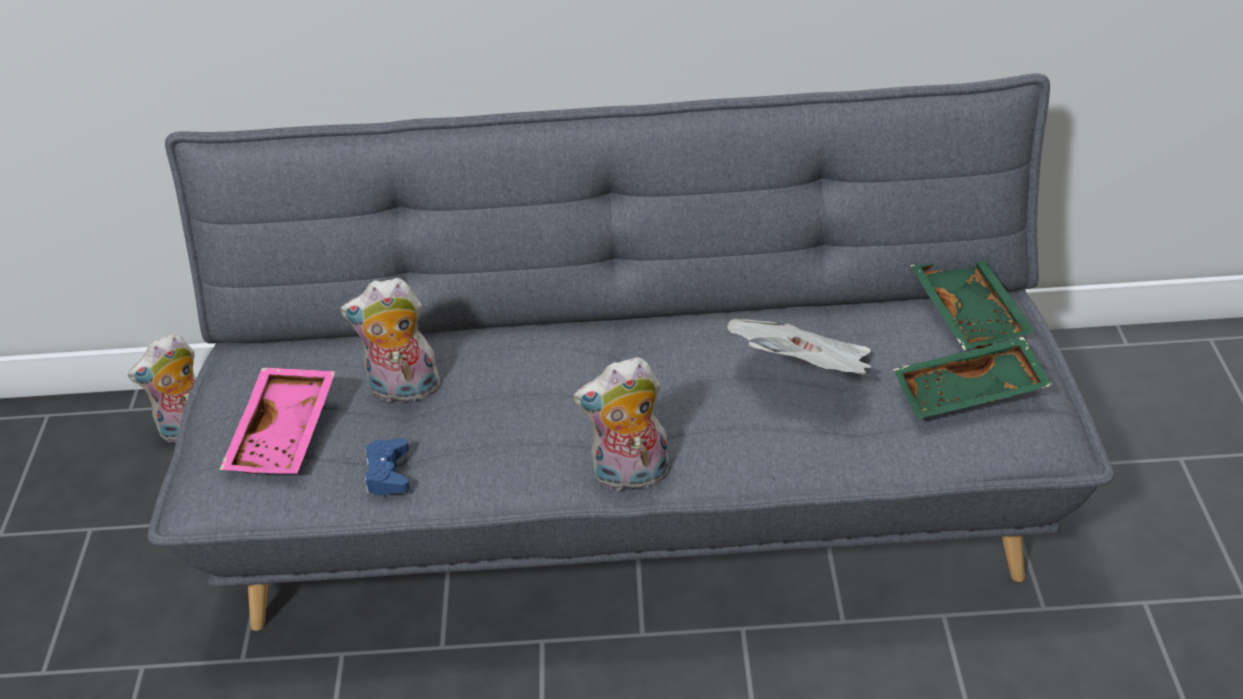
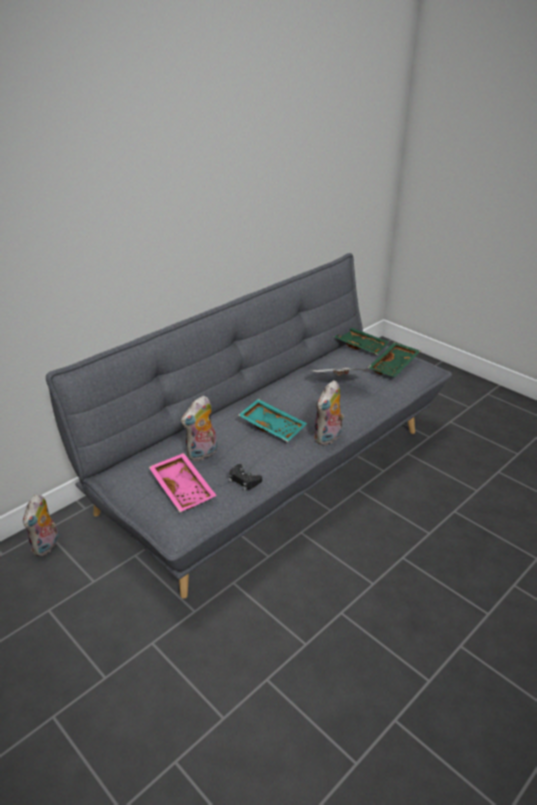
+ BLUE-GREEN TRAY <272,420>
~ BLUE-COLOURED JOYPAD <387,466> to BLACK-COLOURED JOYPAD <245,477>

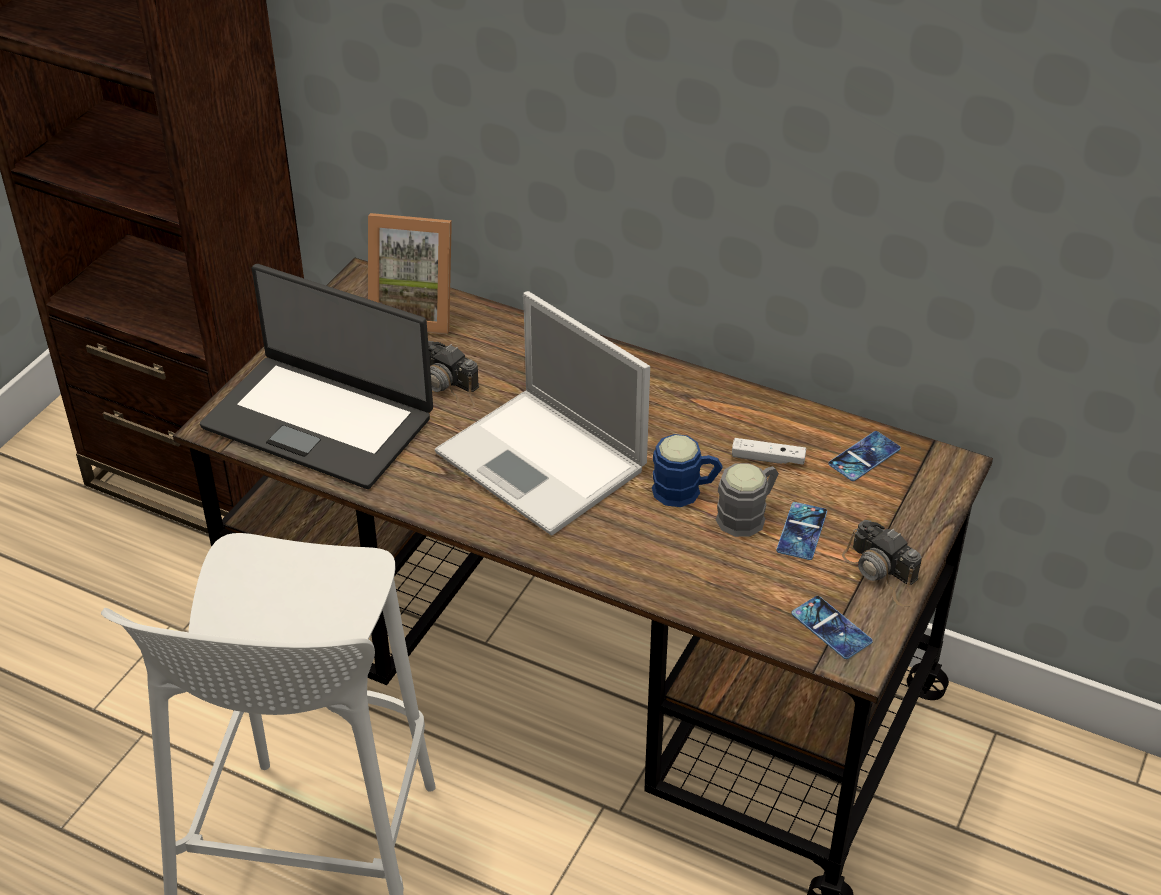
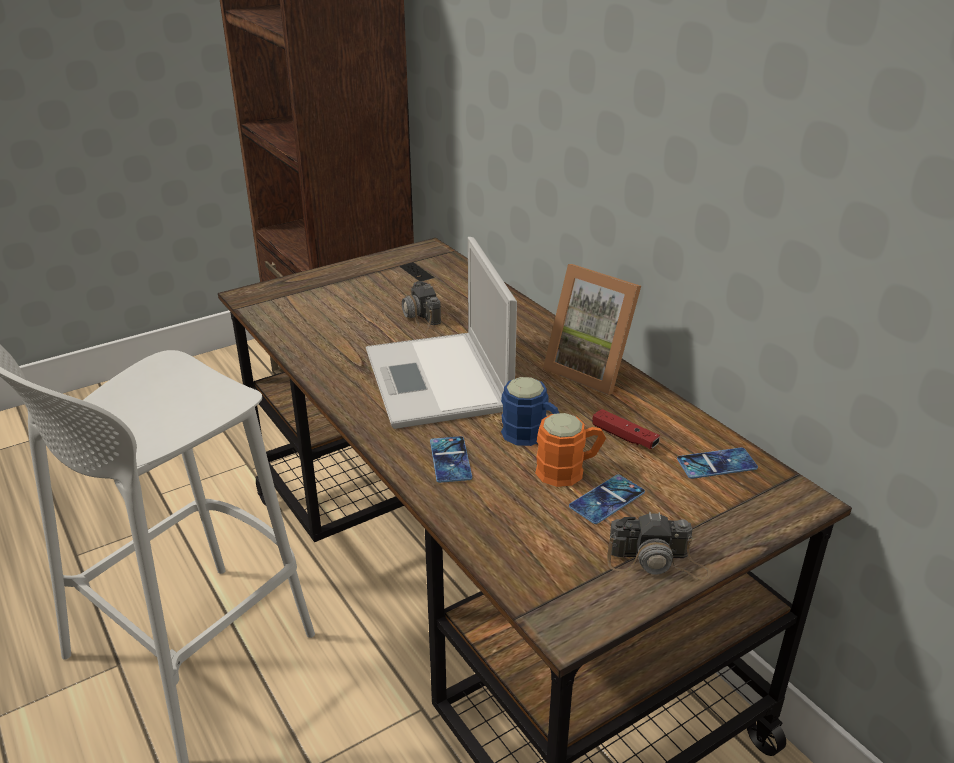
- NOTEBOOK COMPUTER <316,376>
~ PICTURE FRAME <410,273> to <592,329>
~ PHONE <832,627> to <451,459>
~ GREY MUG <747,500> to ORANGEY MUG <570,450>
~ WHITE-COLOURED JOYPAD <769,451> to RED JOYPAD <626,429>
~ PHOTO CAMERA <882,563> = <659,546> 75 degrees counterclockwise

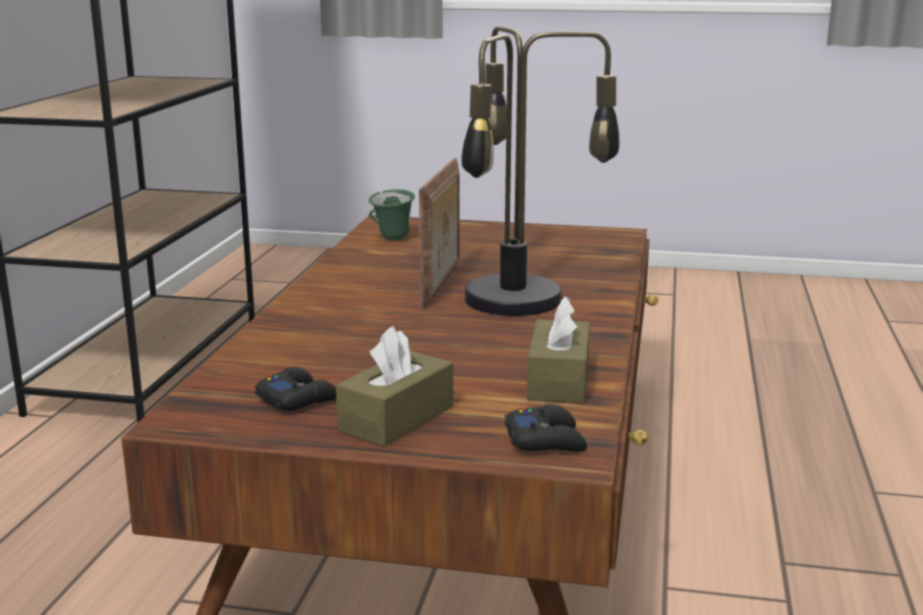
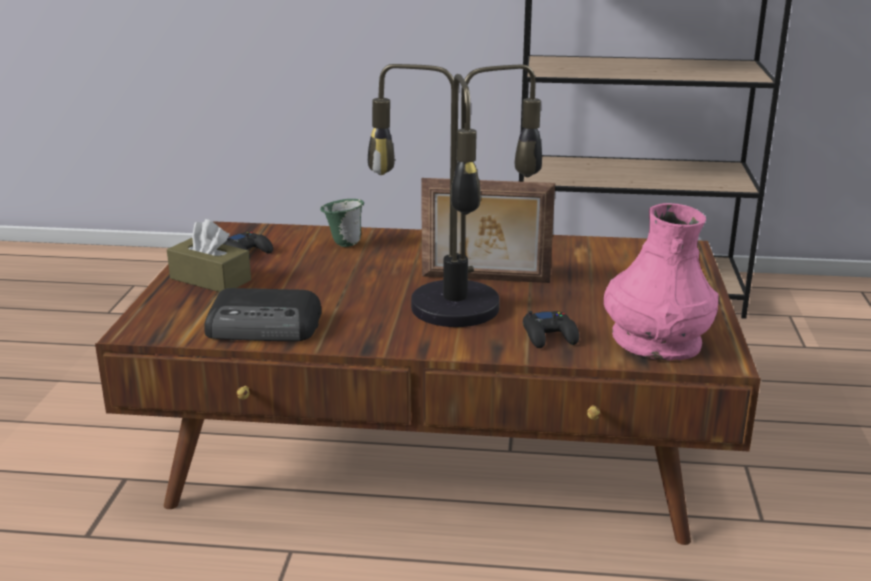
+ PINKISH FLOWER VASE <661,282>
~ GREEN-COLOURED MUG <392,215> to <342,223>
~ BLACK-COLOURED JOYPAD <545,427> to <551,329>
~ BROWN-COLOURED TISSUE BOX <558,349> to RADIO <263,314>

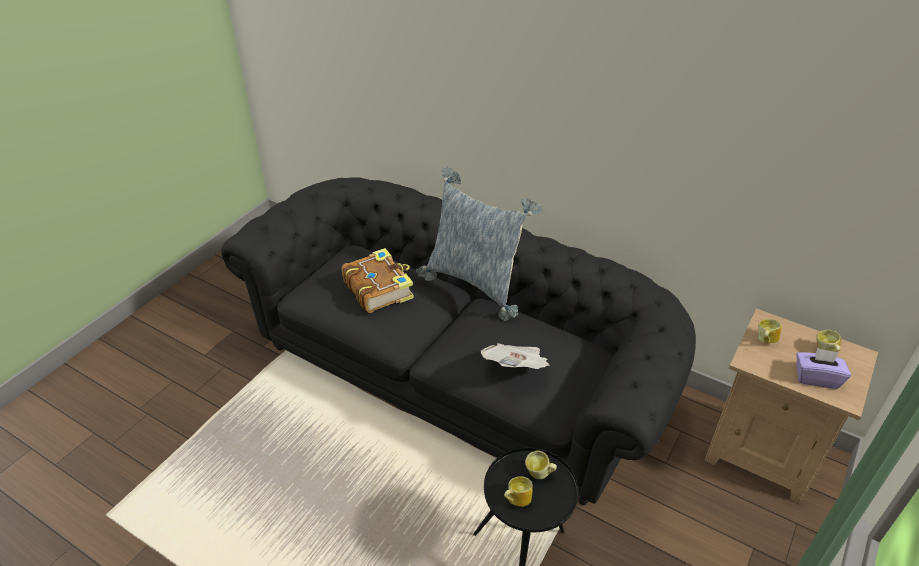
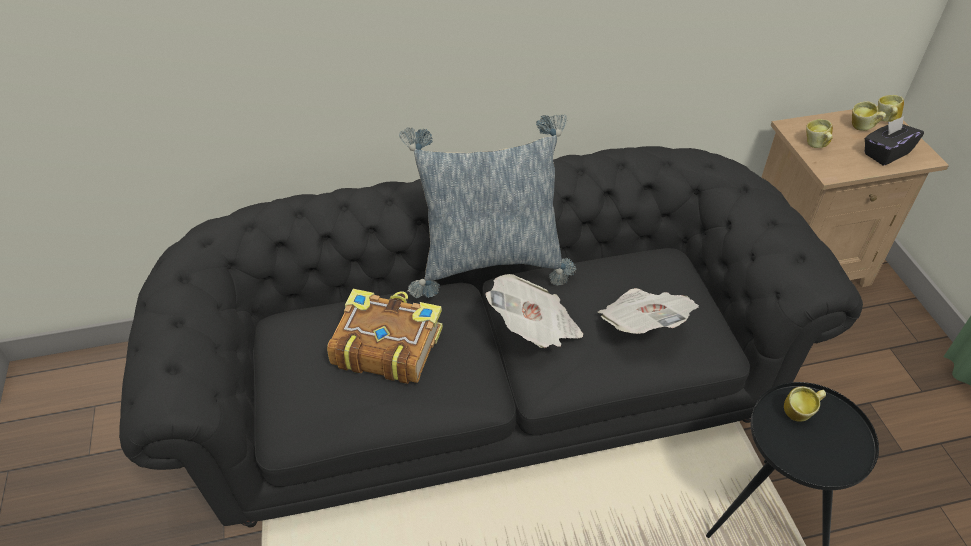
+ DAILY PAPER <534,311>
~ MUG <518,491> to <891,108>
~ PURPLE TISSUE BOX <823,368> to BLACK-COLOURED TISSUE BOX <894,141>

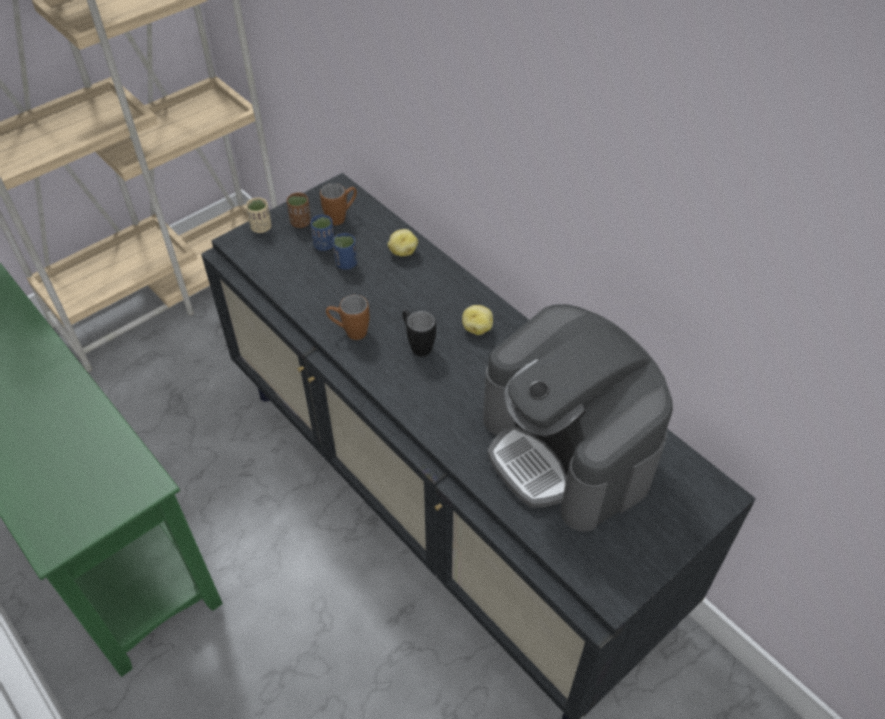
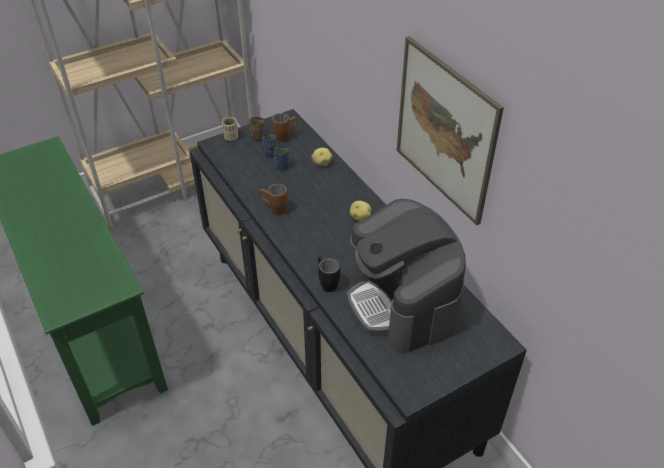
+ PICTURE <450,130>
~ BLACK-COLOURED MUG <419,333> to <329,274>

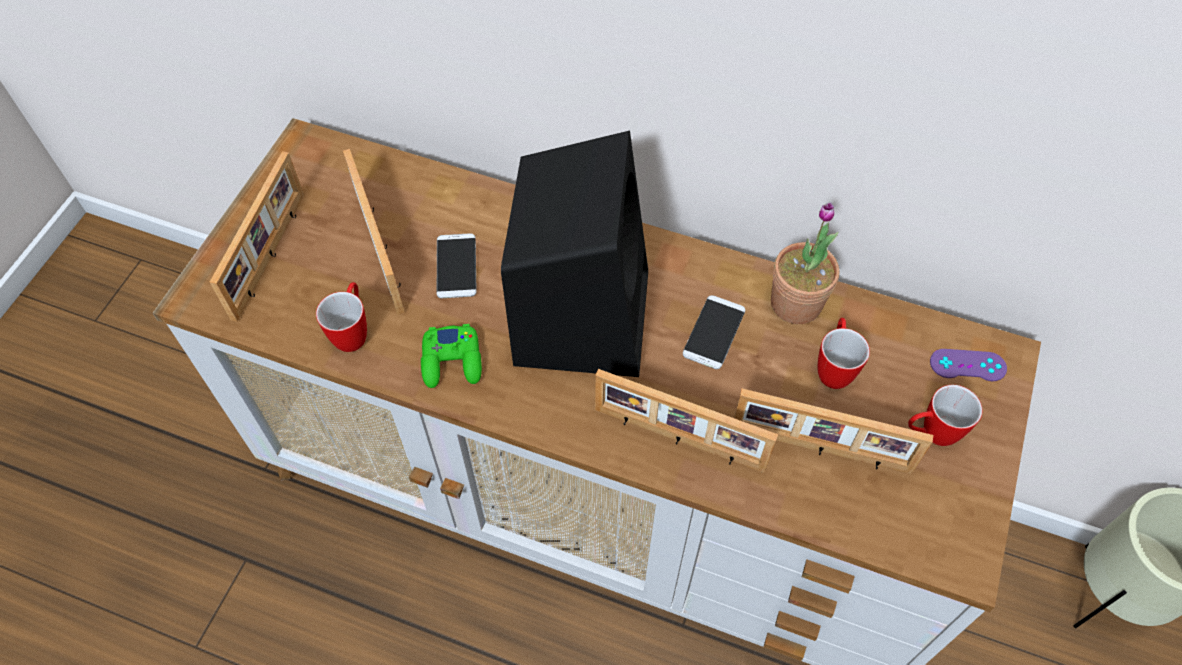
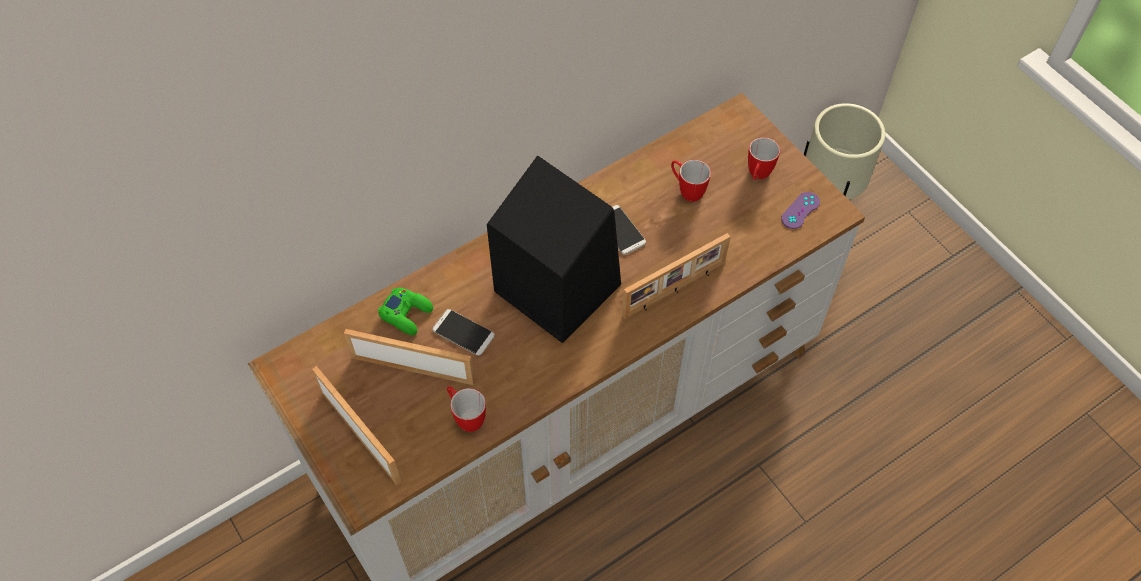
- PICTURE FRAME <833,431>
- POTTED PLANT <805,263>
~ GREEN-COLOURED JOYPAD <451,356> to <405,311>
~ PURPLE JOYPAD <968,365> to <800,210>

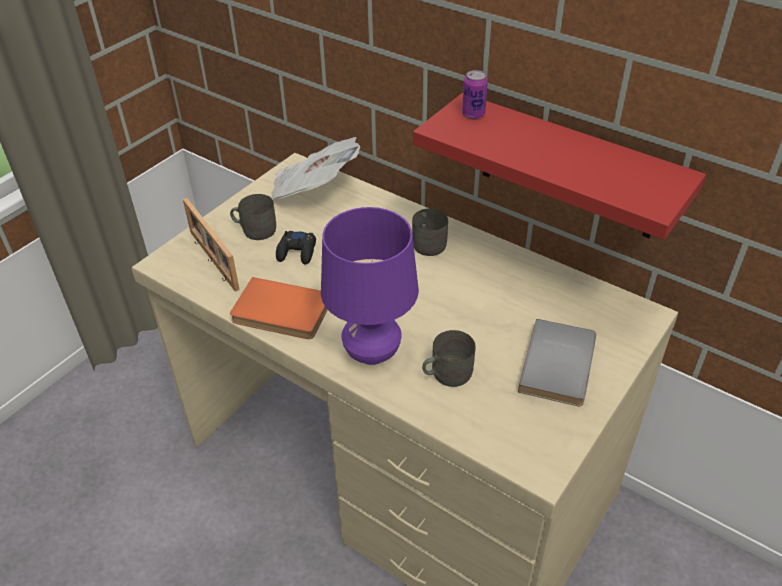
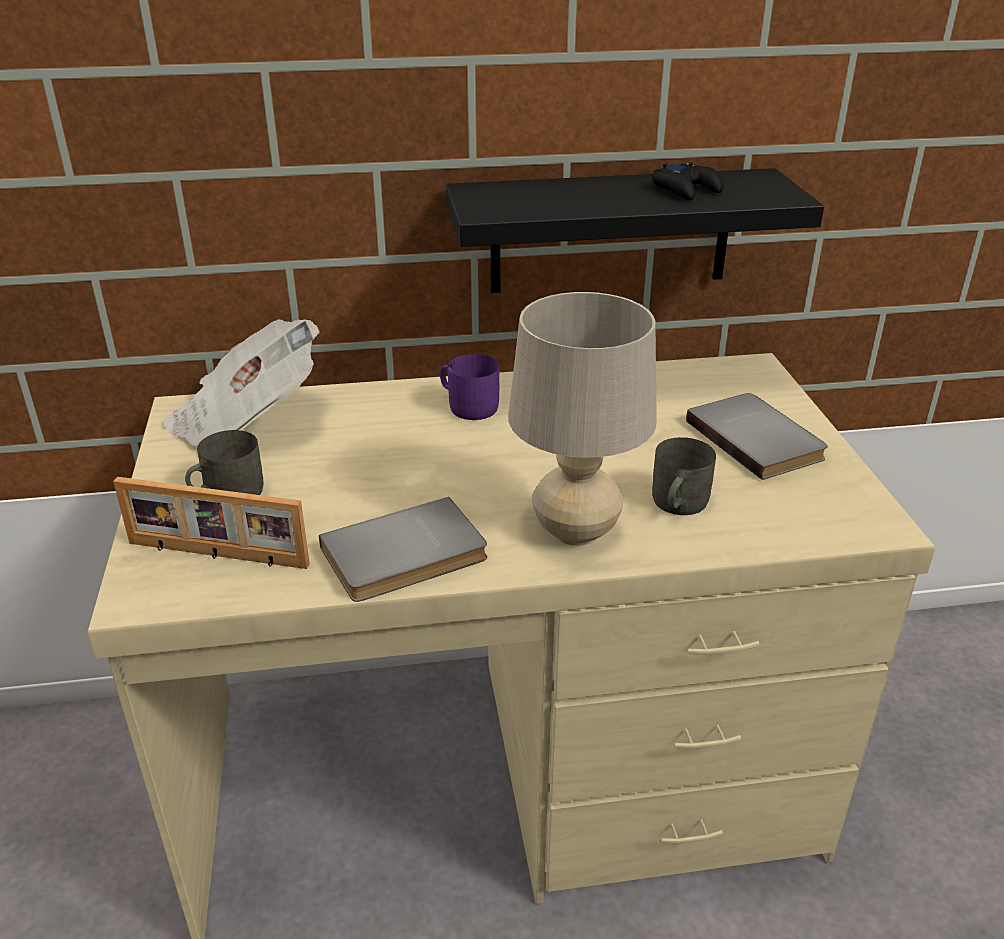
- CAN <475,94>
~ BLACK-COLOURED JOYPAD <296,248> to <688,181>
~ ORANGEY BOUND BOOK <279,308> to GREY BOUND BOOK <403,549>
~ PURPLE LAMP FOR A TABLE <370,286> to BEIGE LAMP FOR A TABLE <582,419>
~ GREY MUG <430,232> to PURPLE MUG <469,387>
~ RED WALL SHELF <559,166> to BLACK-COLOURED WALL SHELF <635,230>

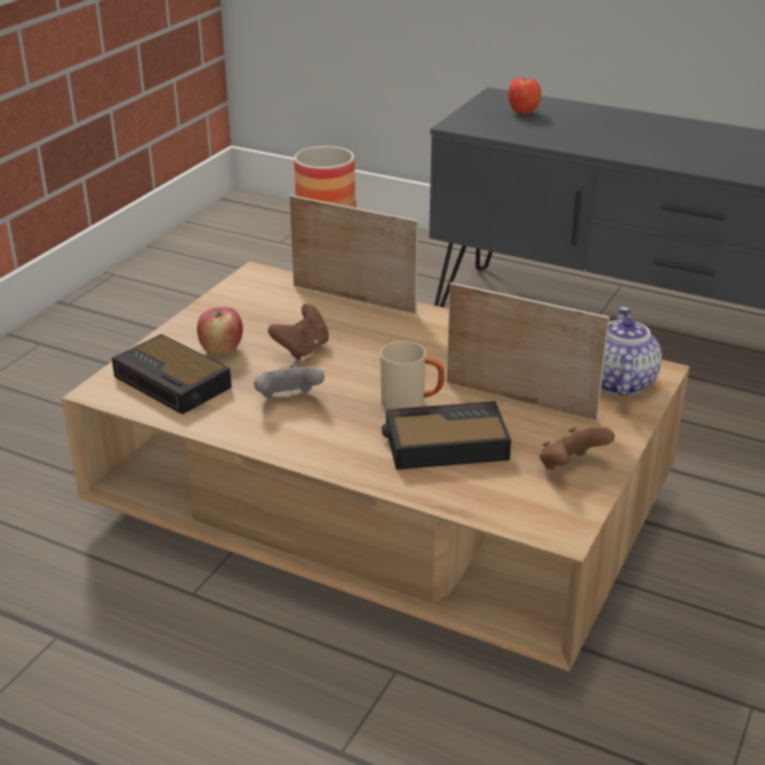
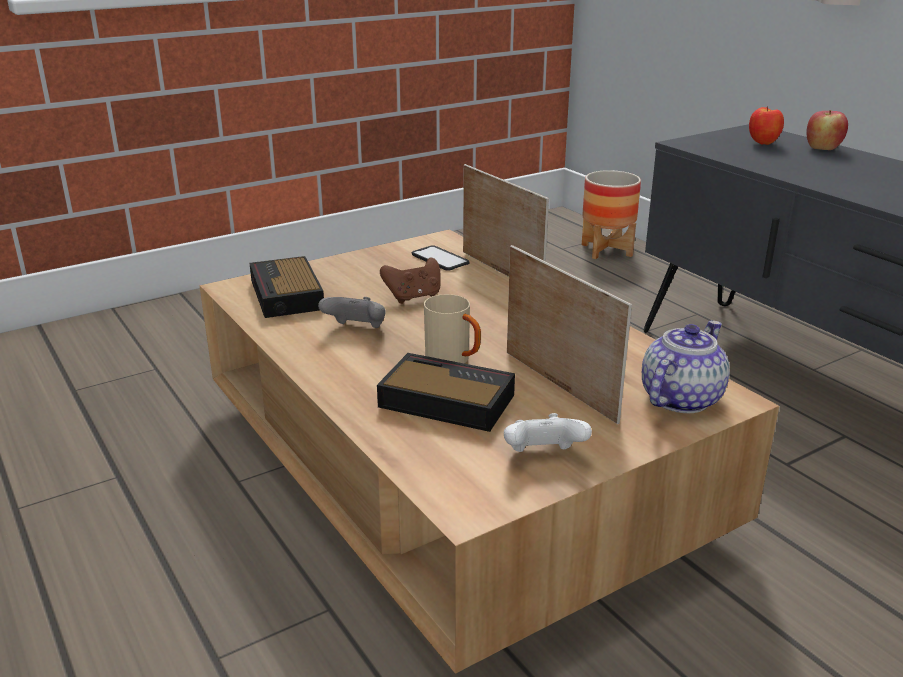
+ PHONE <441,258>
~ WHOLE APPLE <220,331> to <827,130>
~ BROWN-COLOURED JOYPAD <577,448> to WHITE-COLOURED JOYPAD <548,432>

